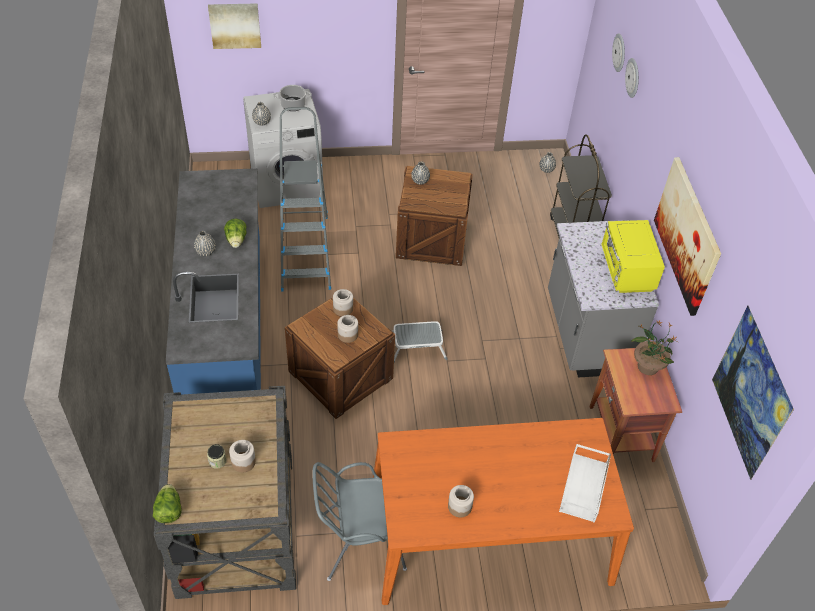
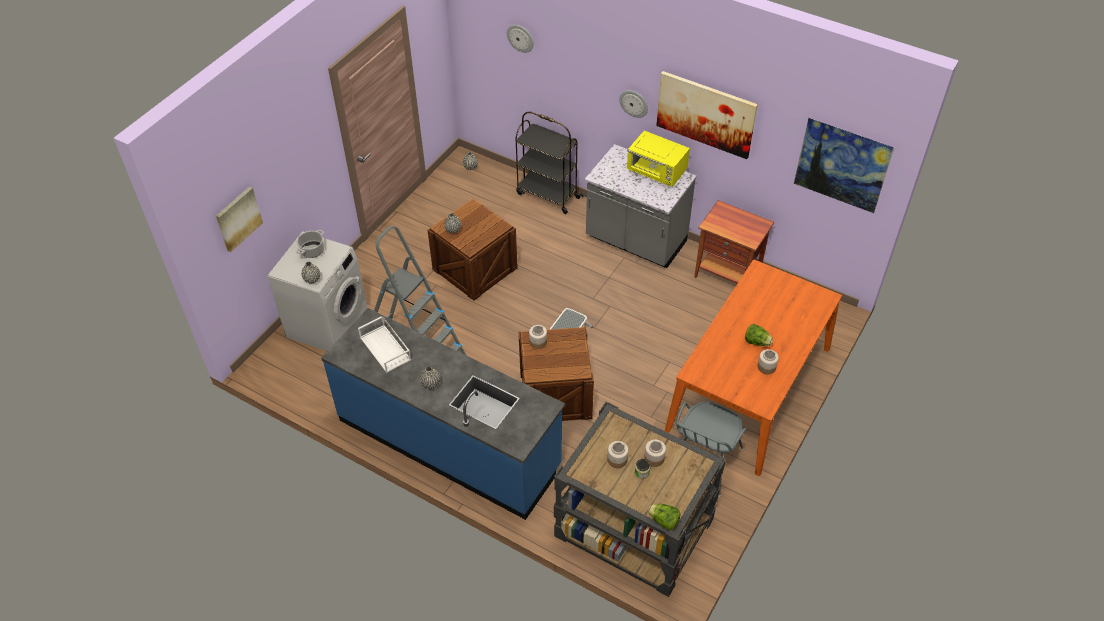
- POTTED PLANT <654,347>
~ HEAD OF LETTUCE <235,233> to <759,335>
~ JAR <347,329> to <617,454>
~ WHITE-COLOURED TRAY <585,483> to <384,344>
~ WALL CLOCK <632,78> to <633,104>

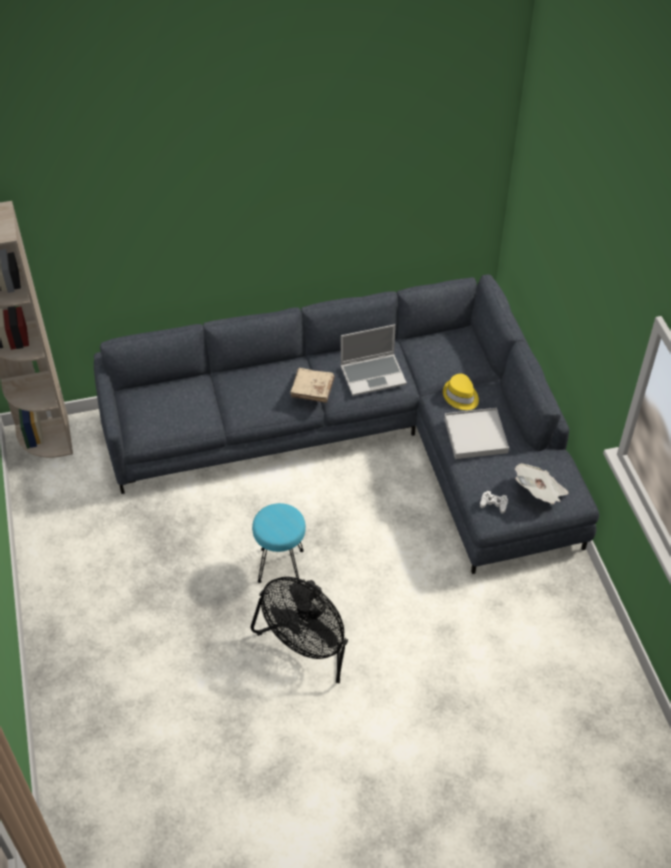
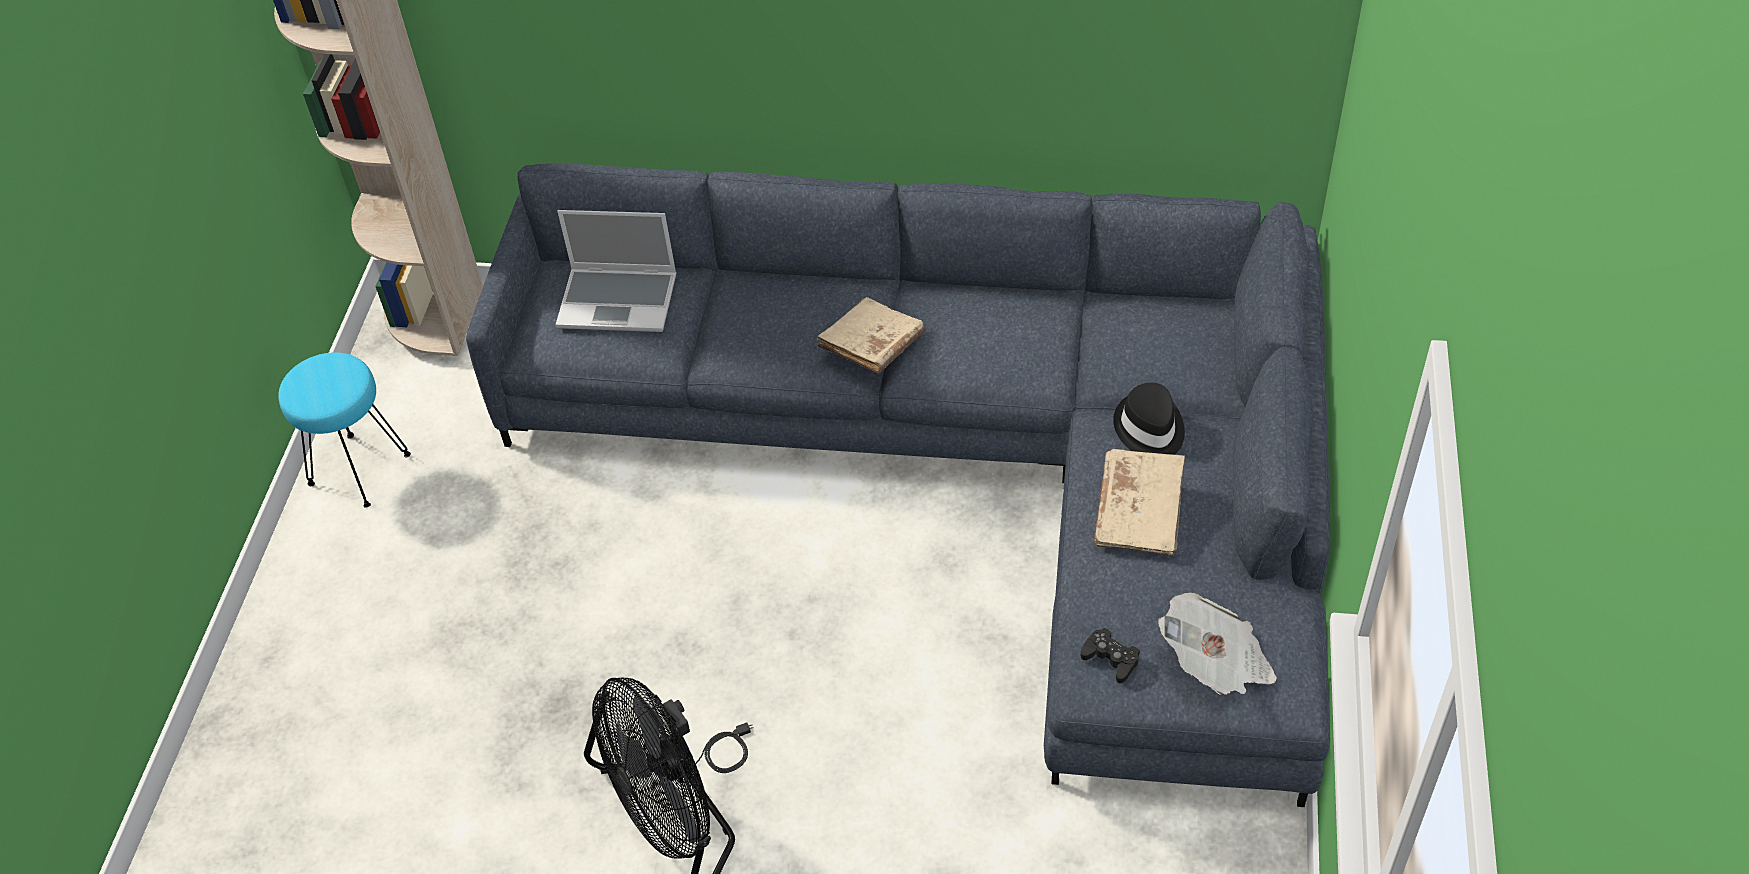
~ BLUE-GREEN STOOL <279,543> to <344,430>
~ NOTEBOOK COMPUTER <373,360> to <616,271>
~ WHITE-COLOURED TRAY <476,433> to BEIGE BOUND BOOK <1139,502>
~ YELLOW CLOTHING HAT <461,392> to BLACK-COLOURED CLOTHING HAT <1149,419>
~ WHITE-COLOURED JOYPAD <494,502> to BLACK-COLOURED JOYPAD <1110,655>

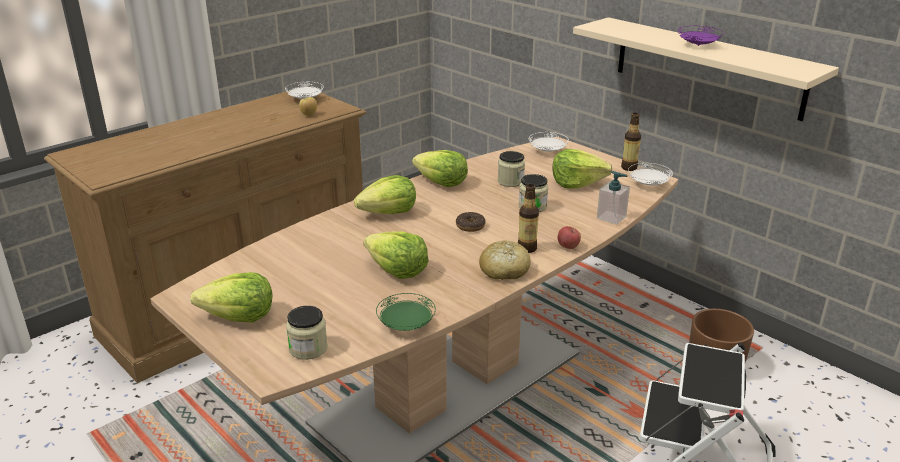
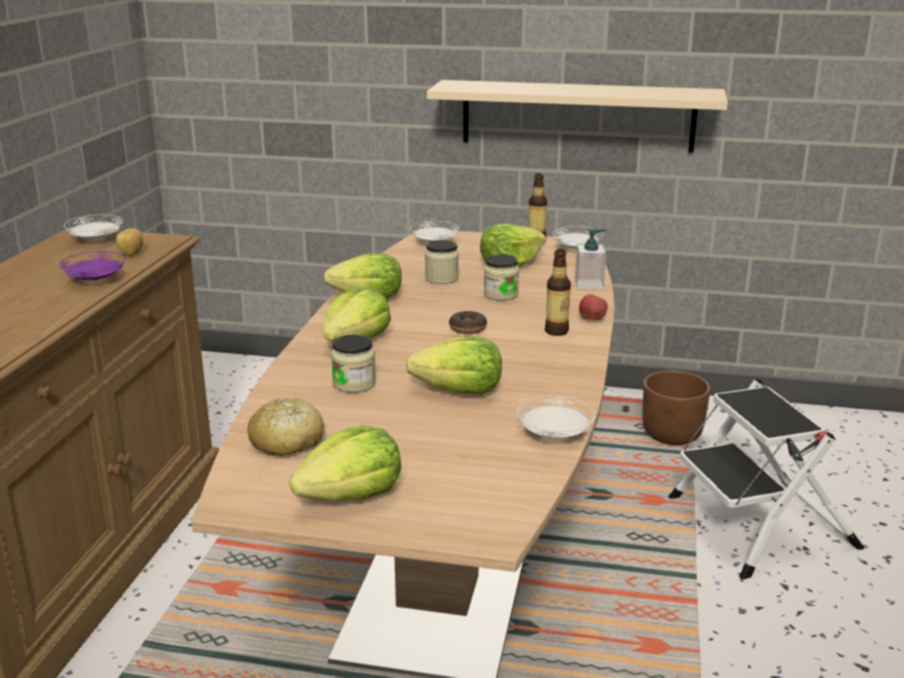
~ JAR <307,333> to <353,364>
~ BAKERY BREAD <505,260> to <286,427>
~ PURPLE DINNER PLATE <701,36> to <92,266>
~ GREEN-COLOURED DINNER PLATE <406,312> to WHITE-COLOURED DINNER PLATE <556,416>

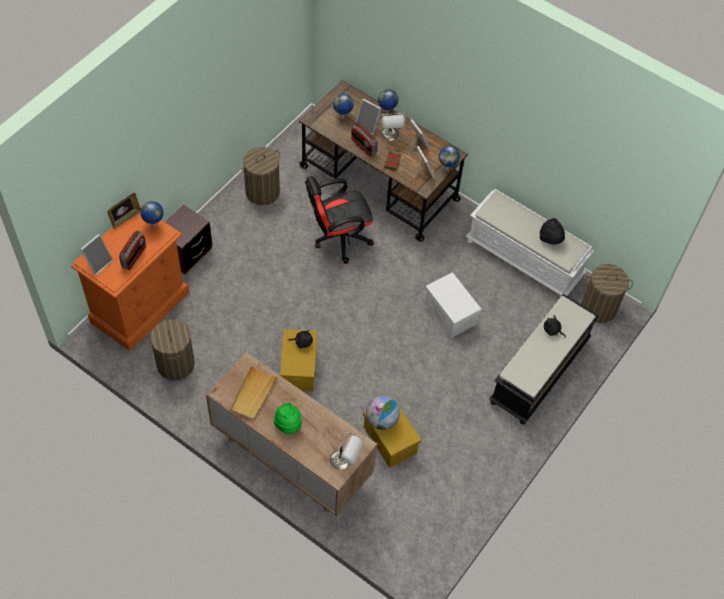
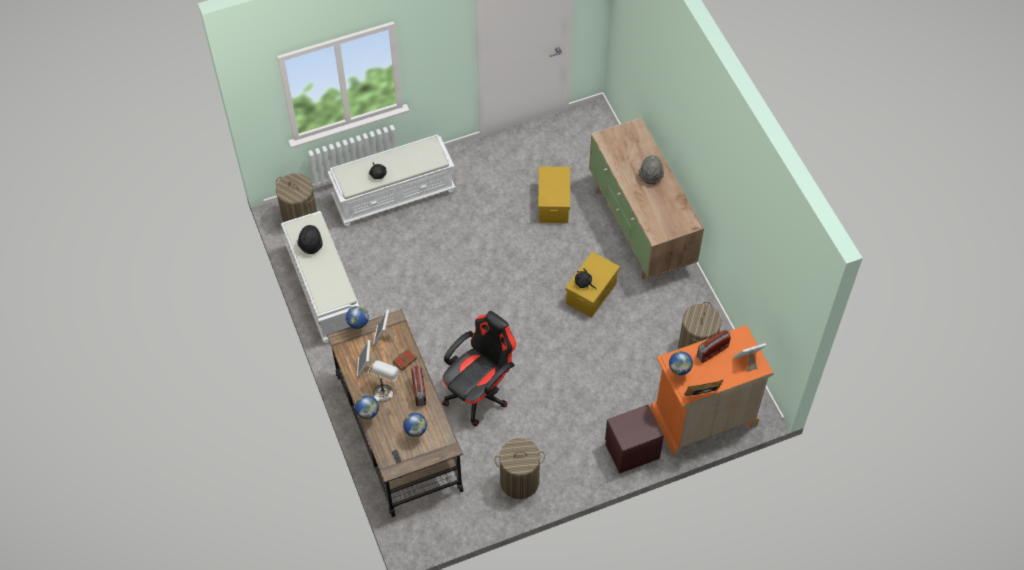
- BEIGE TRAY <254,393>
- WHITE-COLOURED LAMP FOR A TABLE <346,451>
- PICTURE FRAME <368,116>
- DESK GLOBE <383,413>
- WHITE-COLOURED STORAGE BIN <453,305>
~ GREEN-COLOURED CLOTHING HAT <288,418> to GREY CLOTHING HAT <651,169>
~ BLACK-COLOURED LONG SEAT <544,359> to WHITE-COLOURED LONG SEAT <392,180>
~ BLACK-COLOURED OFFICE CHAIR <339,220> = <479,368> 60 degrees counterclockwise

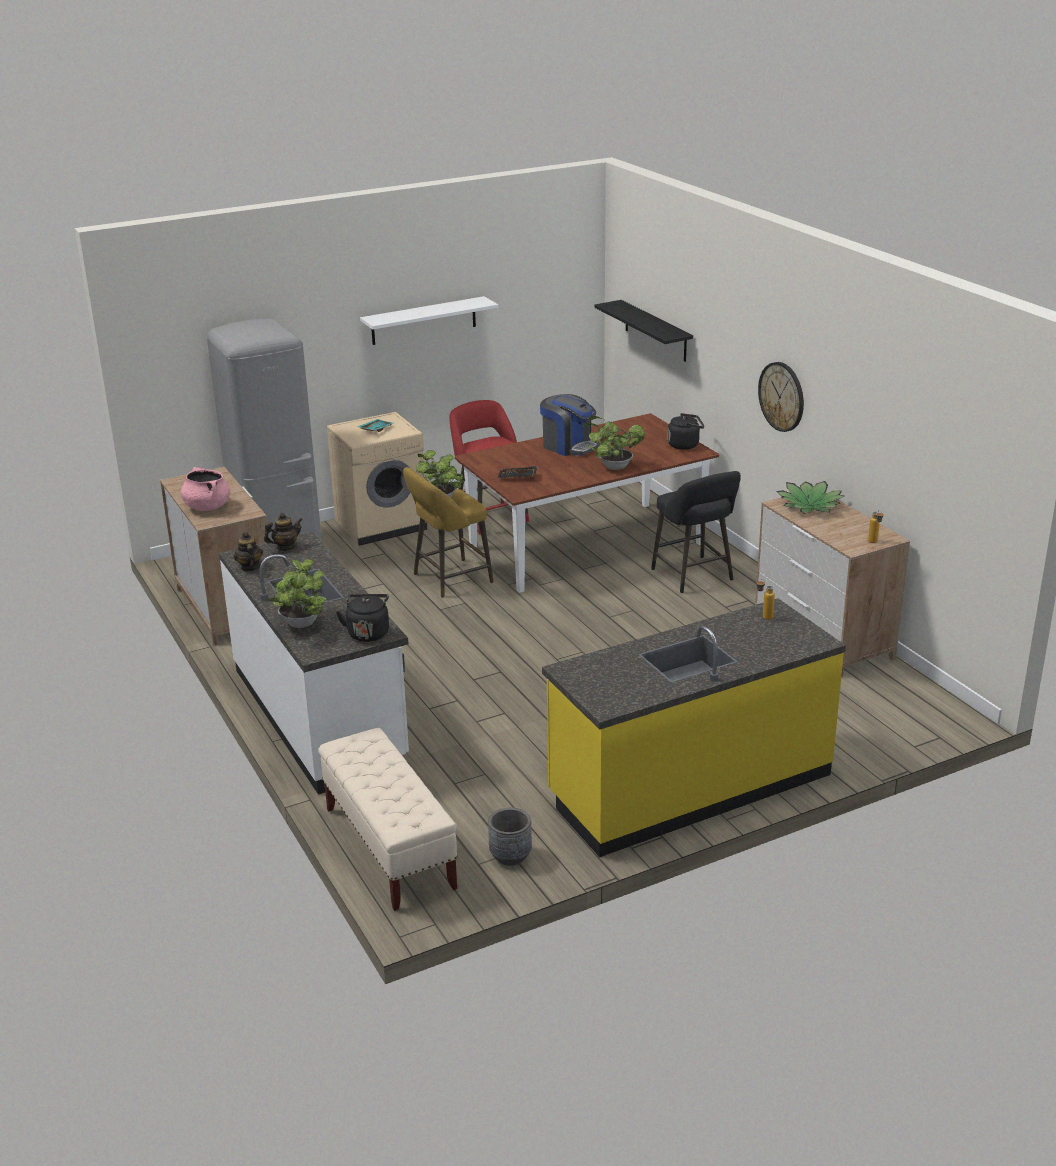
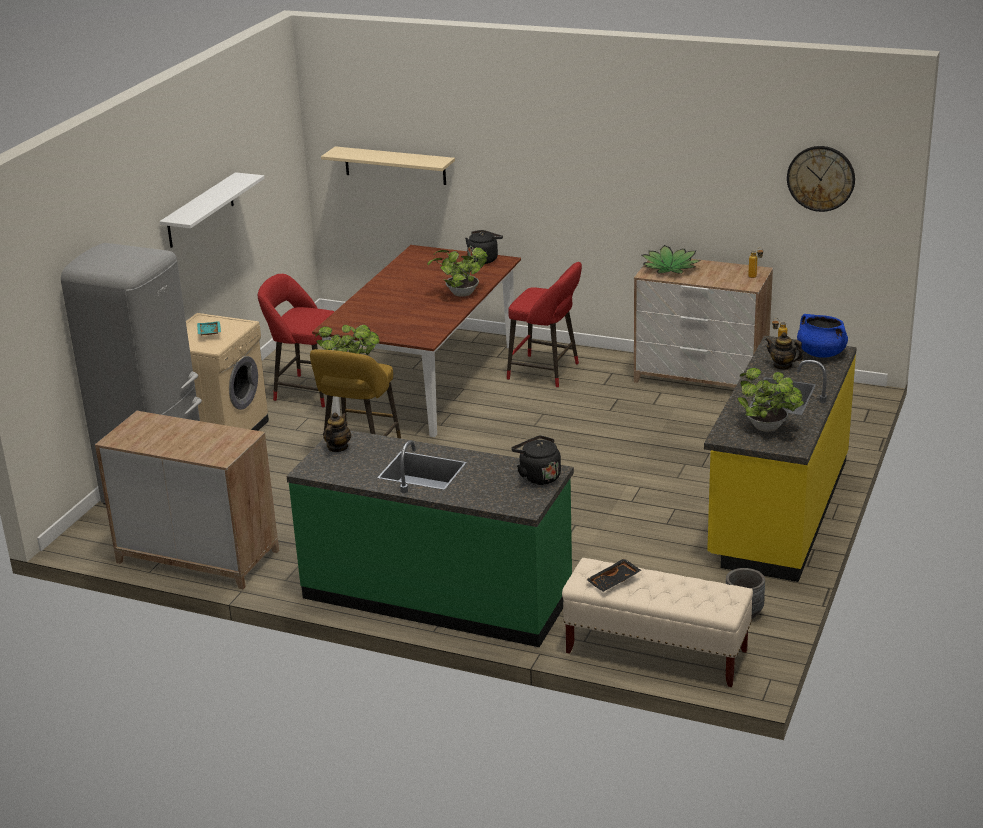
- PINKISH COOKING POT <205,489>
- COFFEE MACHINE <569,425>
+ BLUE-COLOURED COOKING POT <822,336>
~ POT FOR TEA <248,552> to <784,351>
~ POTTED PLANT <297,593> to <770,400>
~ BLACK-COLOURED TRAY <518,472> to <614,575>
~ WALL CLOCK <781,397> to <821,179>
~ WHITE-COLOURED KITCHEN BASE UNIT <314,663> to GREEN-COLOURED KITCHEN BASE UNIT <430,538>
~ BLACK-COLOURED WALL SHELF <644,331> to BEIGE WALL SHELF <388,165>
~ BLACK-COLOURED STOOL <696,532> to RED STOOL <544,325>

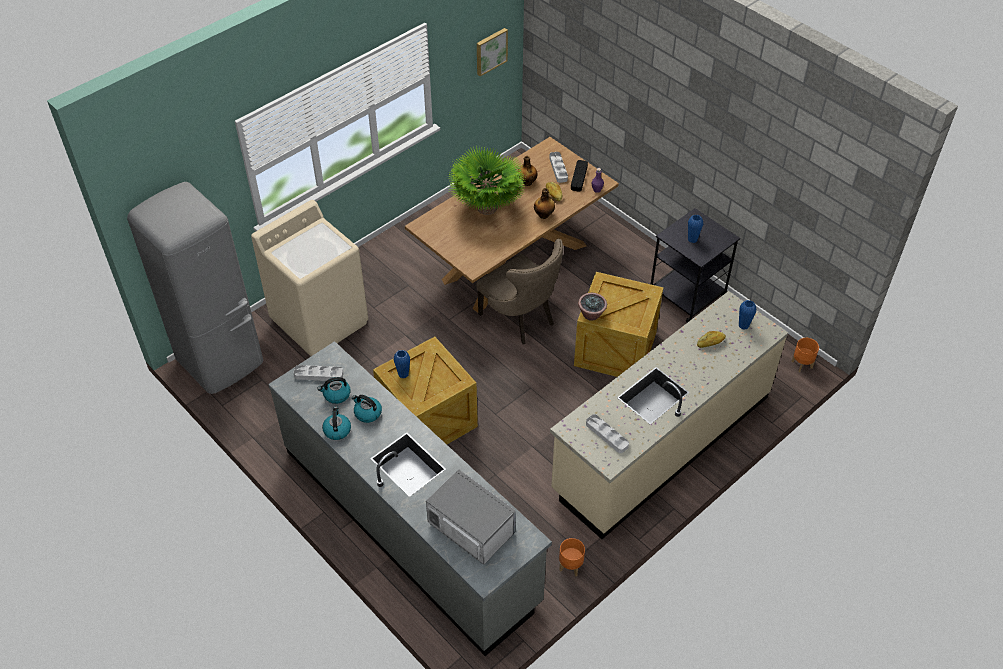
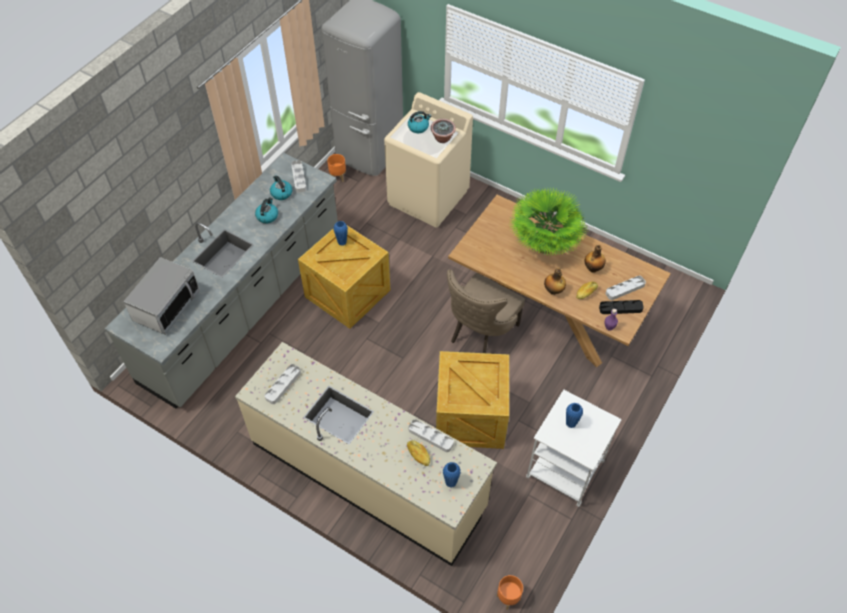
- PICTURE <492,52>
+ GREY TRAY <431,435>
~ TEA KETTLE <336,423> to <419,122>
~ ORANGEY FLOWER POT <572,557> to <336,168>
~ POTTED PLANT <592,307> to <443,131>
~ BLACK-COLOURED CART <695,265> to WHITE-COLOURED CART <574,448>

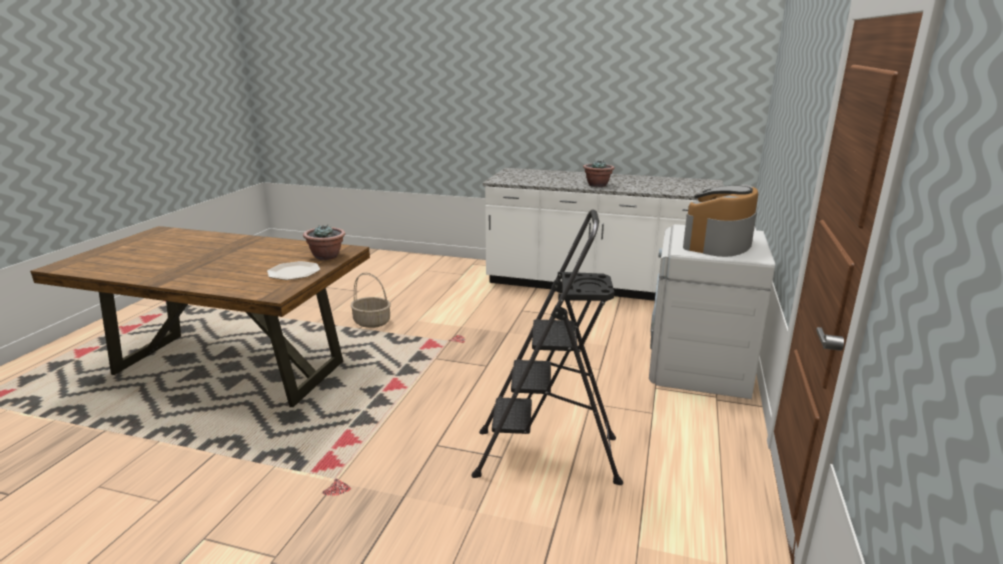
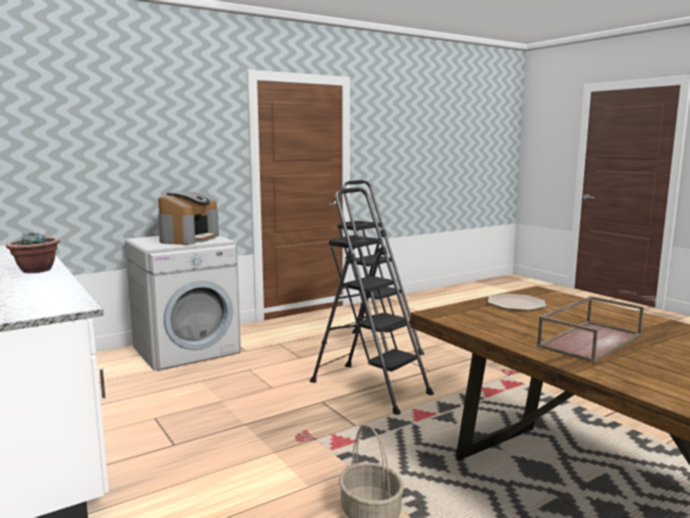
- POTTED PLANT <324,242>
+ STEP LADDER <371,301>
+ BROWN-COLOURED TRAY <590,329>
~ COFFEE MACHINE <720,220> = <188,218> 60 degrees counterclockwise

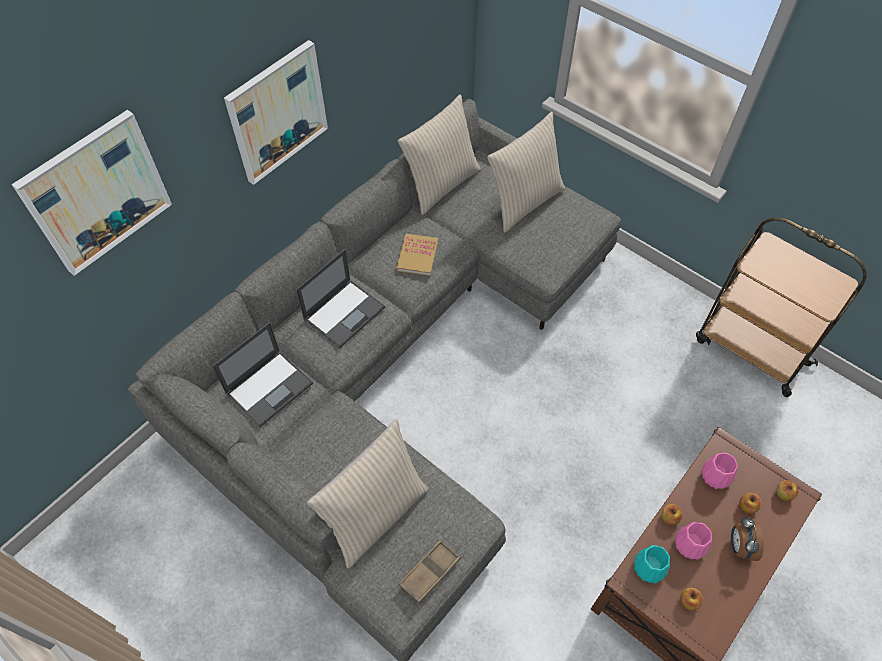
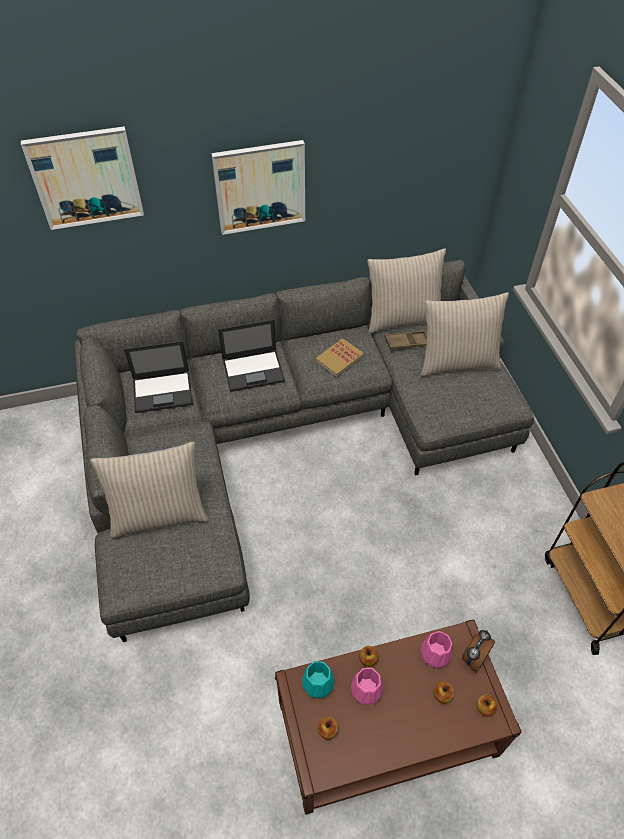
~ BROWN-COLOURED TRAY <430,572> to <406,340>
~ TABLE CLOCK <747,539> to <478,651>

